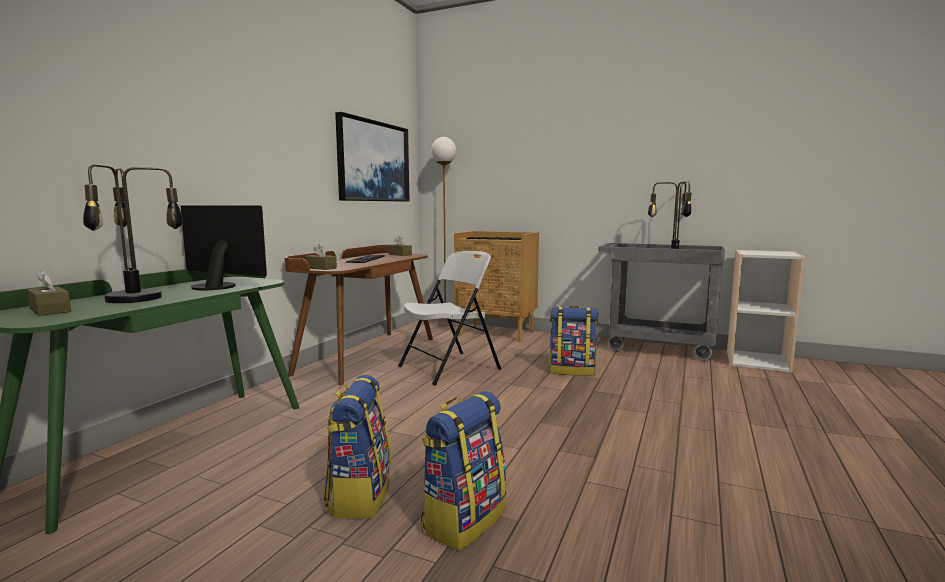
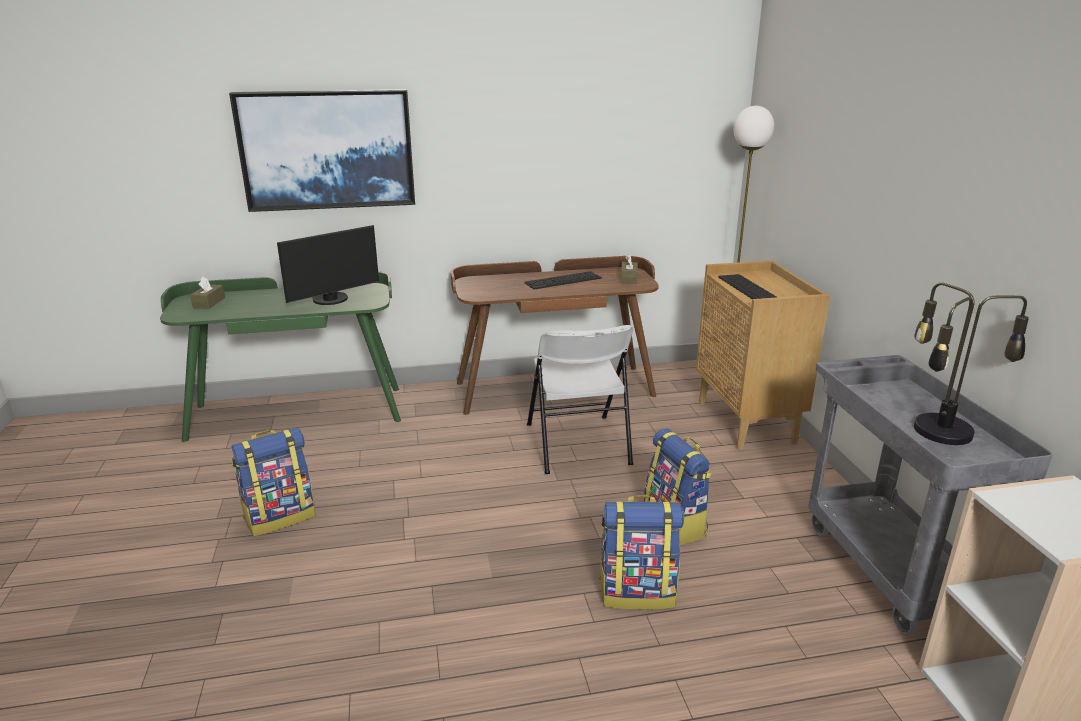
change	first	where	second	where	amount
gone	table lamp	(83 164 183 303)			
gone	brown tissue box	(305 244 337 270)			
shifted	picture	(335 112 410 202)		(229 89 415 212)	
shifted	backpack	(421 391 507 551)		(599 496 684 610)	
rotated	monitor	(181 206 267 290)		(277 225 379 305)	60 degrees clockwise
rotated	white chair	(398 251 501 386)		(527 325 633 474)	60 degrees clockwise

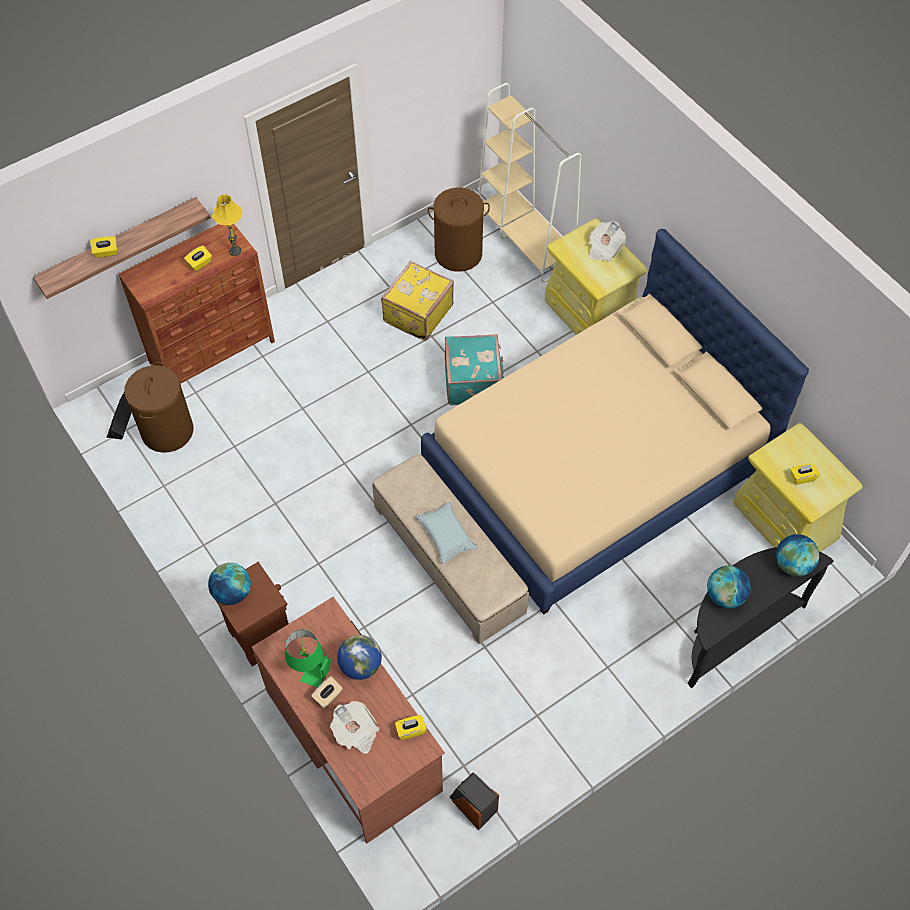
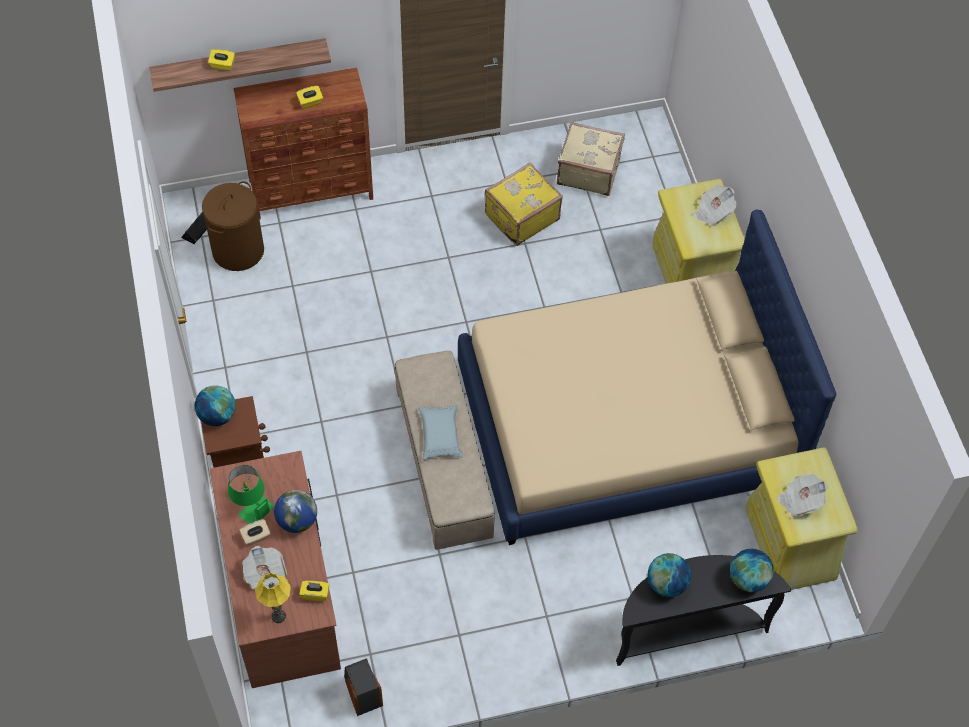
change	first	where	second	where	amount
gone	turquoise suitcase	(445 334 504 405)			
gone	beige clothes rack	(478 83 581 283)			
shifted	yellow table lamp	(212 194 242 256)		(255 572 291 623)	
swapped	brown laundry basket	(427 187 490 272)	beige suitcase	(557 122 625 196)	
swapped	yellow tissue box	(790 464 820 485)	newspaper	(777 474 828 517)	

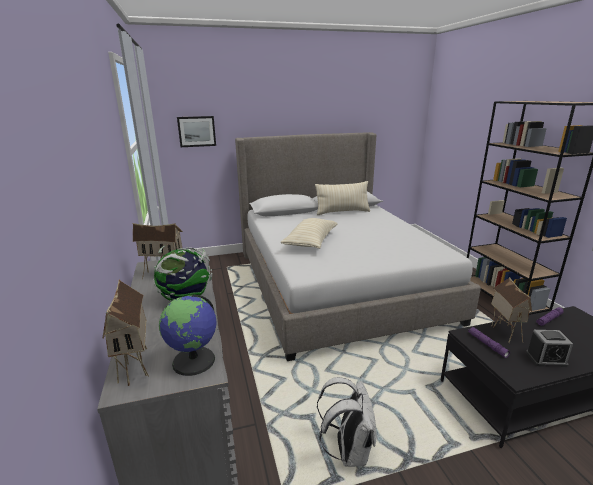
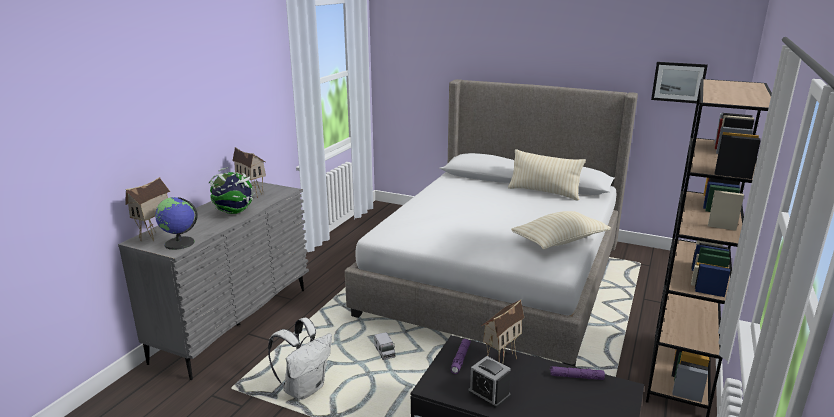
change	first	where	second	where	amount
new			toy truck	(375 332 396 360)	
shifted	picture	(177 116 216 147)		(651 62 708 103)	
shifted	beige pillow	(281 218 338 249)		(511 211 611 250)	

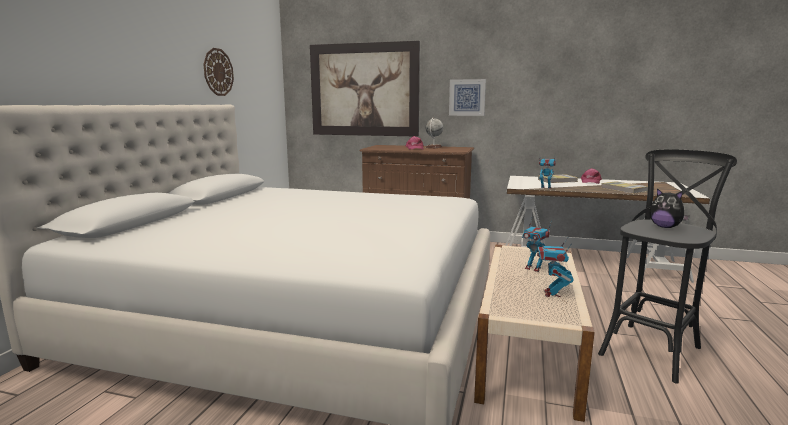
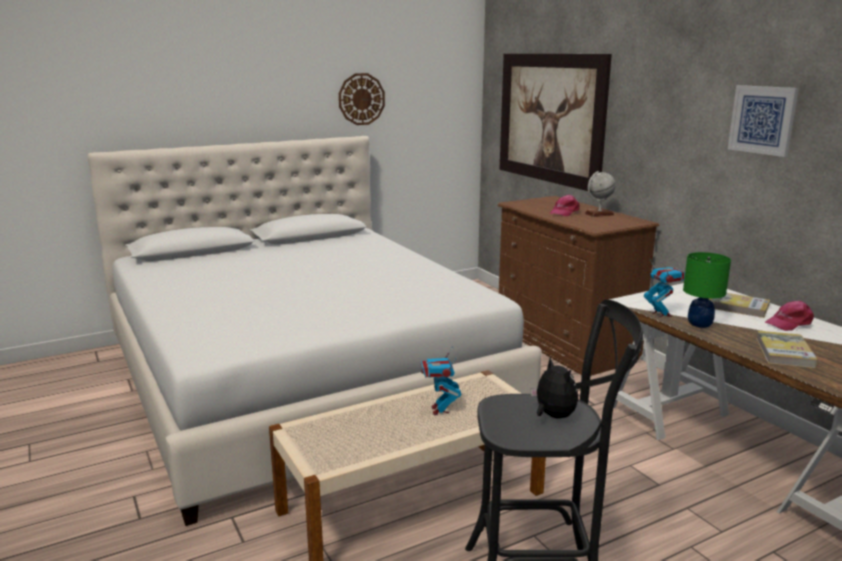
change	first	where	second	where	amount
gone	toy robot	(537 238 574 297)			
new			green table lamp	(683 252 731 328)	
shifted	picture	(449 79 486 116)		(728 85 799 157)	
rotated	plush toy	(650 188 690 228)		(530 357 578 419)	150 degrees clockwise

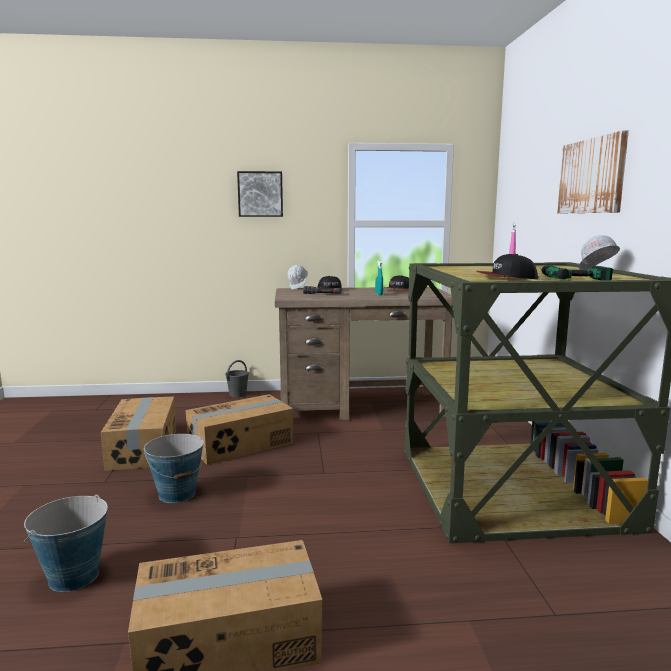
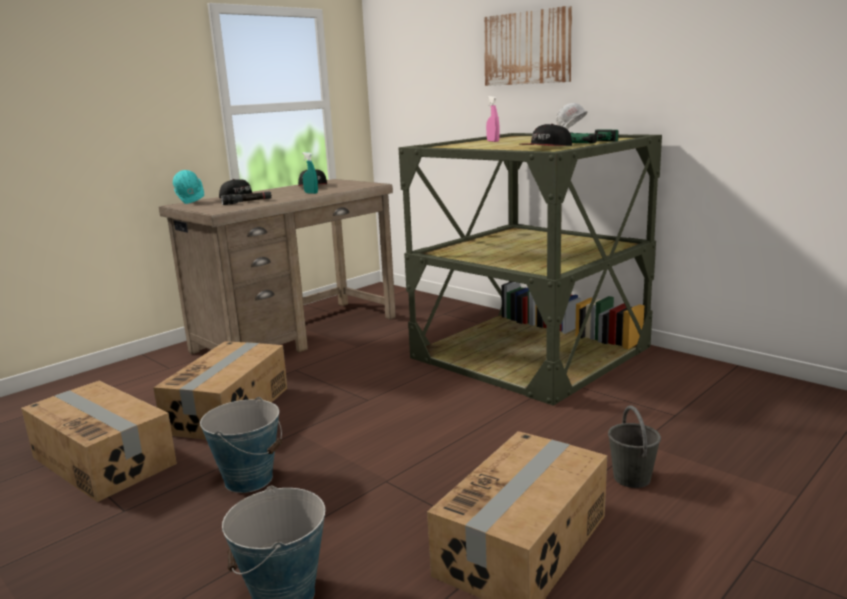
change	first	where	second	where	amount
gone	picture	(237 171 283 217)			
shifted	grey bucket	(225 360 249 397)		(608 405 661 488)	
repainted	white hard hat	(287 265 308 289)	turquoise hard hat	(173 170 204 204)	

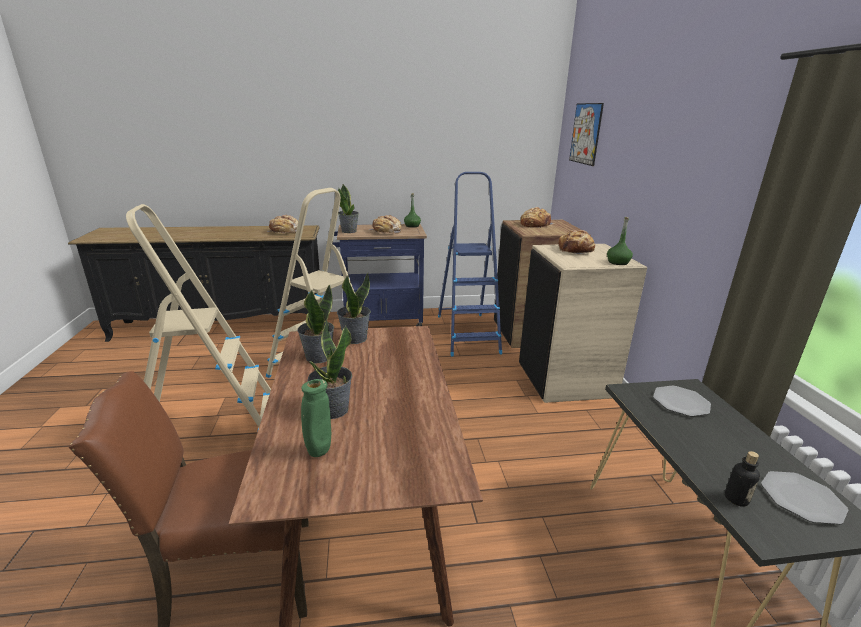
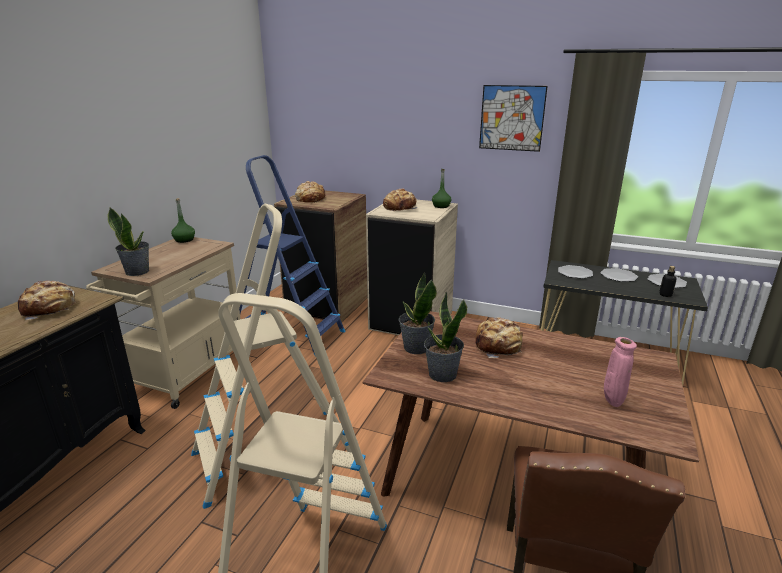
change	first	where	second	where	amount
gone	potted plant	(307 319 352 419)			
new			plate	(600 268 638 282)	
shifted	bread	(368 215 401 234)		(475 318 523 358)	
shifted	picture	(569 103 604 166)		(479 85 548 152)	
repainted	green vase	(301 379 331 457)	pink vase	(604 337 637 407)	
repainted	blue cart	(333 224 427 326)	beige cart	(86 237 241 409)	

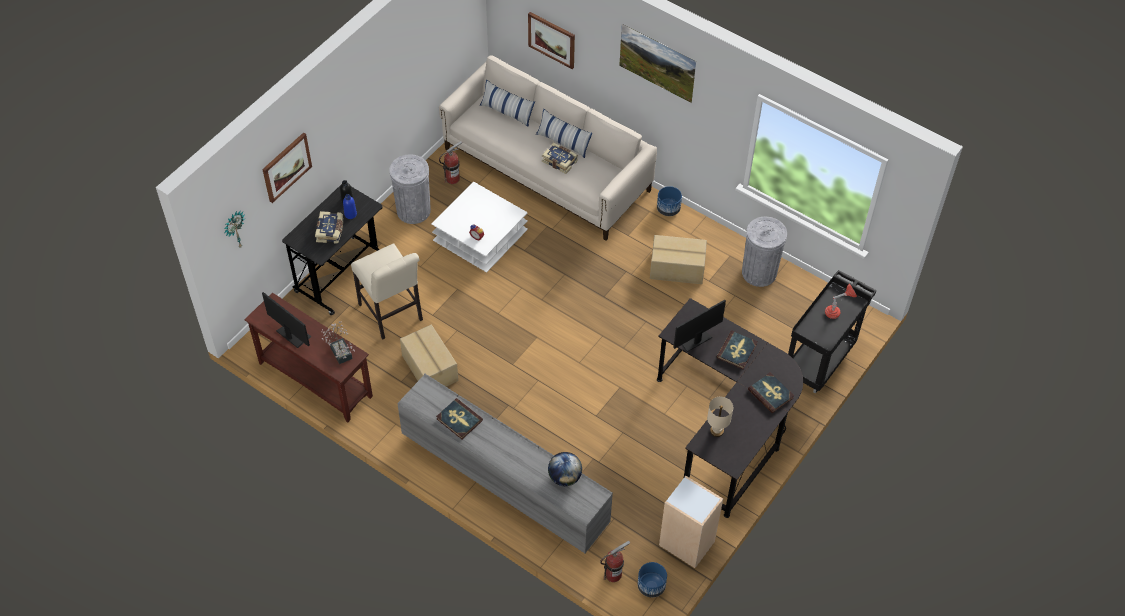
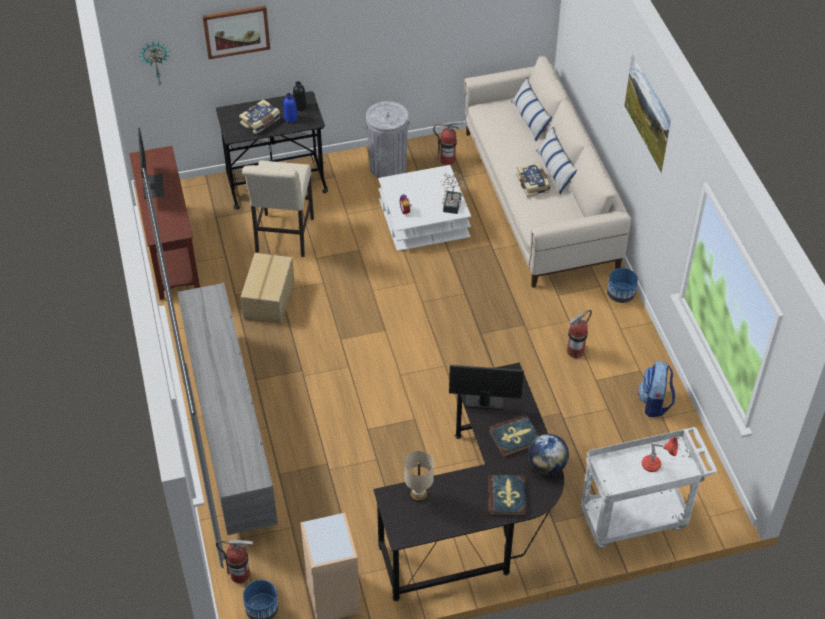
change	first	where	second	where	amount
gone	book	(436 398 483 439)			
gone	picture	(528 12 575 69)			
shifted	potted plant	(321 321 355 364)		(441 172 467 214)	
shifted	globe	(548 452 582 486)		(528 434 569 475)	
swapped	cardboard box	(650 235 707 284)	fire extinguisher	(567 310 592 358)	
swapped	grey trash can	(742 217 787 287)	backpack	(638 361 675 417)	
repainted	black cart	(788 270 876 393)	white cart	(581 427 717 548)	

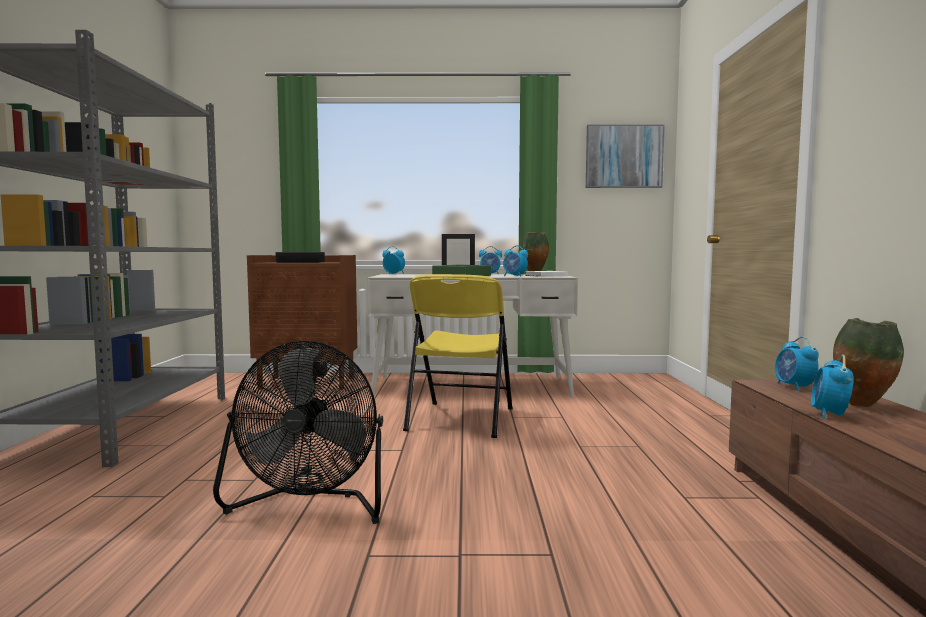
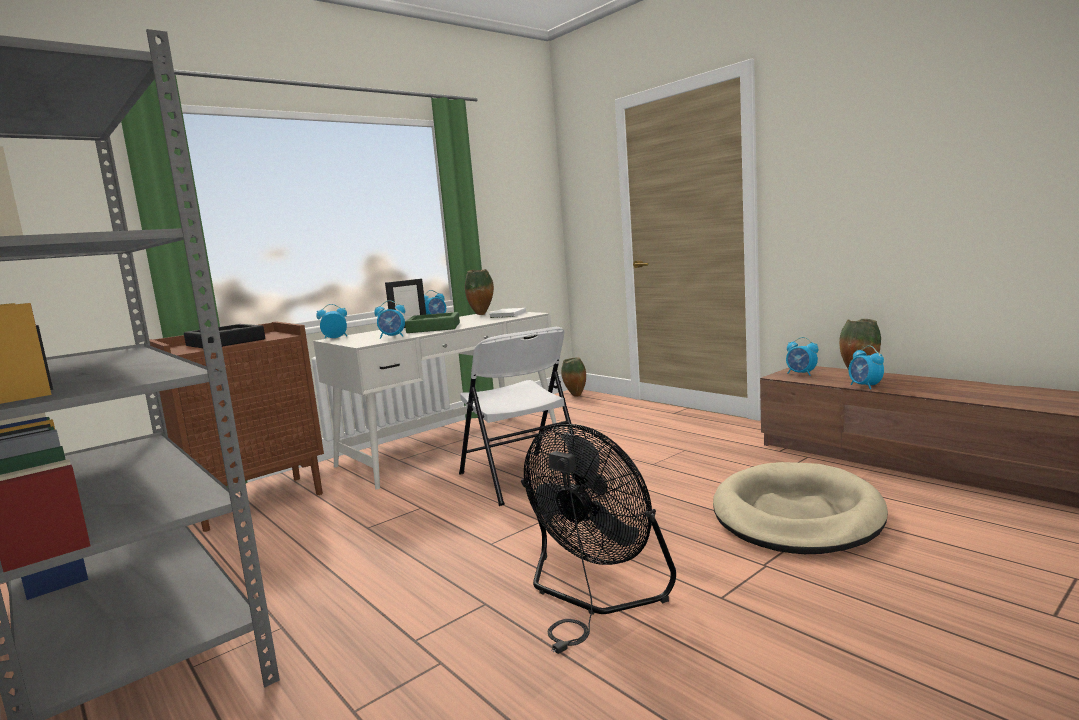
change	first	where	second	where	amount
gone	picture	(586 124 665 188)			
new			vase	(561 358 586 397)	
new			beige dog bed	(713 462 888 554)	
shifted	alarm clock	(503 245 528 277)		(374 300 405 339)	
repainted	yellow chair	(403 274 513 438)	white chair	(459 327 574 506)	
rotated	black fan	(213 341 383 524)		(521 424 676 654)	105 degrees counterclockwise

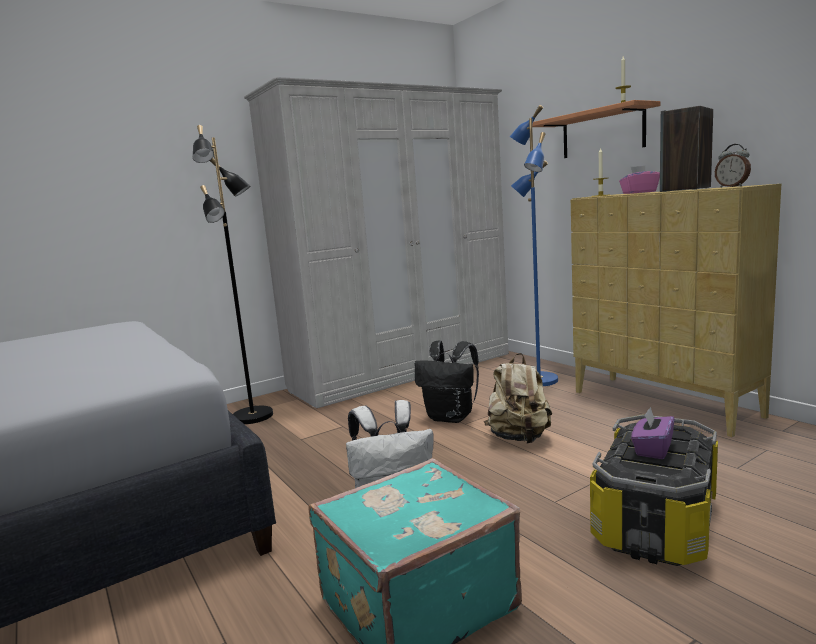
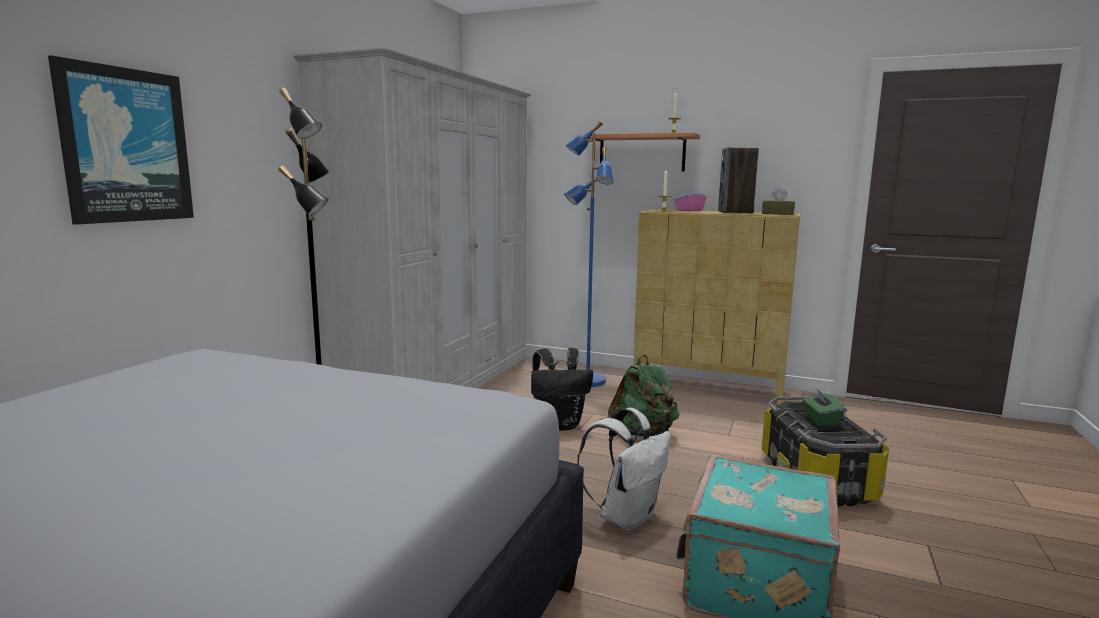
change	first	where	second	where	amount
new			picture	(48 55 194 225)	
swapped	alarm clock	(715 144 751 188)	brown tissue box	(762 188 795 215)	
repainted	beige backpack	(484 353 552 444)	green backpack	(608 355 679 437)	
repainted	purple tissue box	(631 407 675 459)	green tissue box	(802 389 845 427)	

